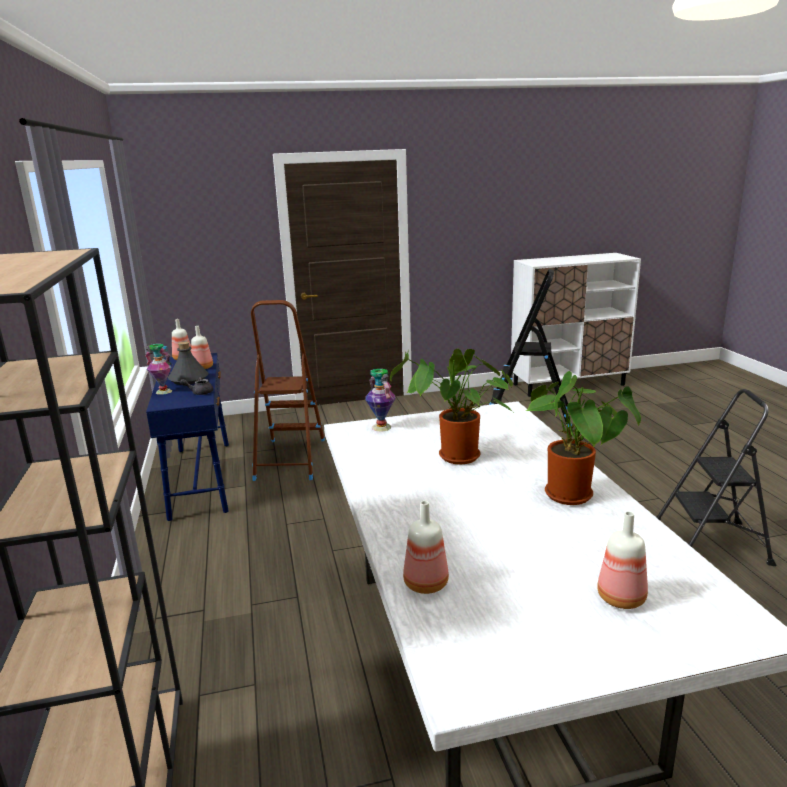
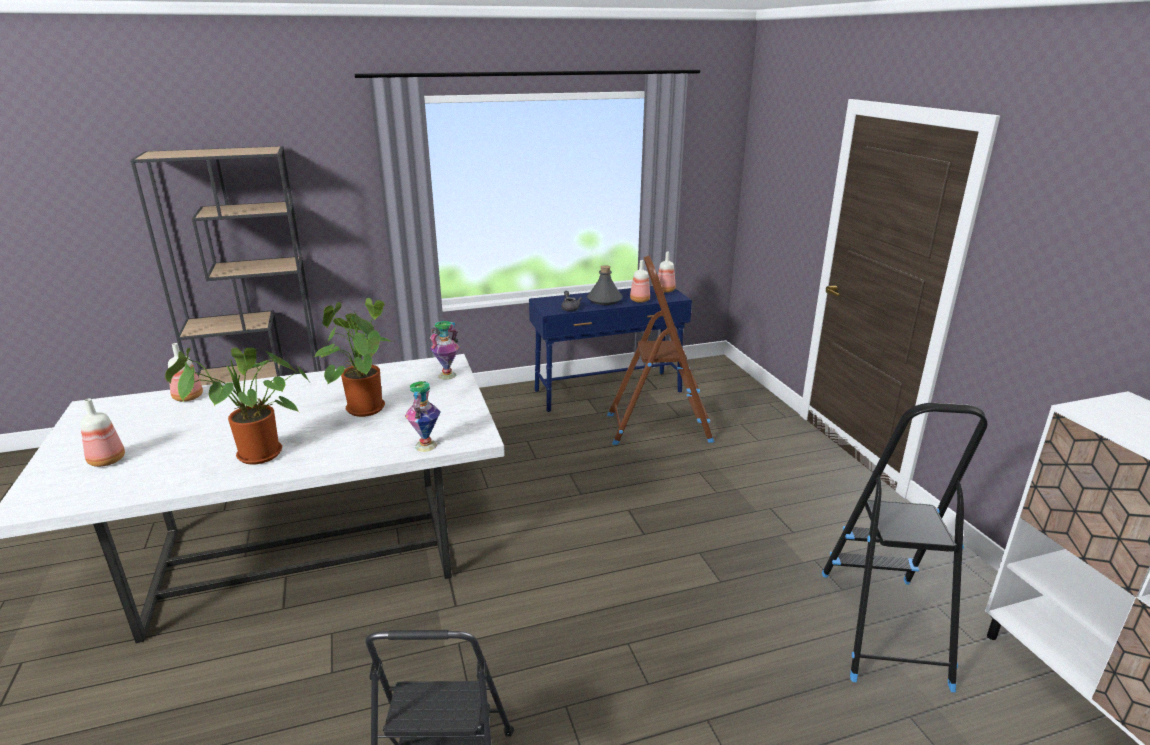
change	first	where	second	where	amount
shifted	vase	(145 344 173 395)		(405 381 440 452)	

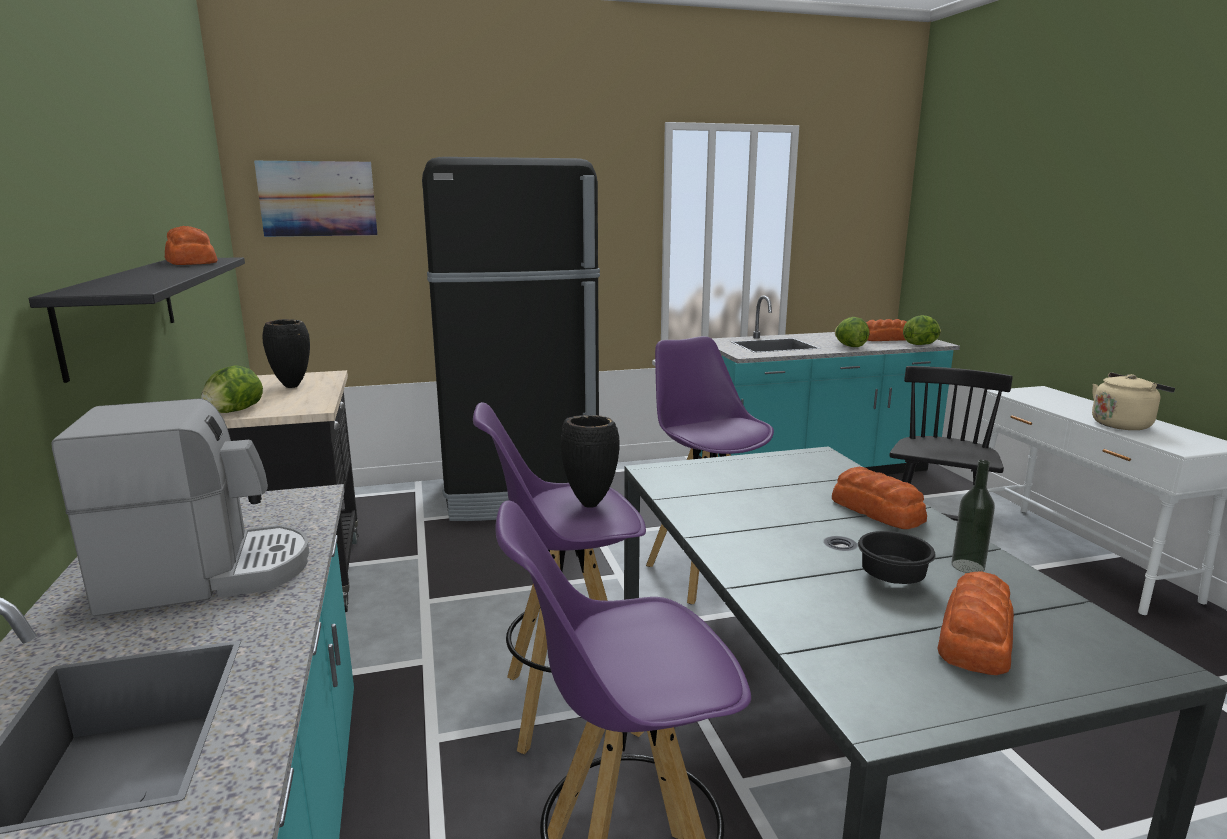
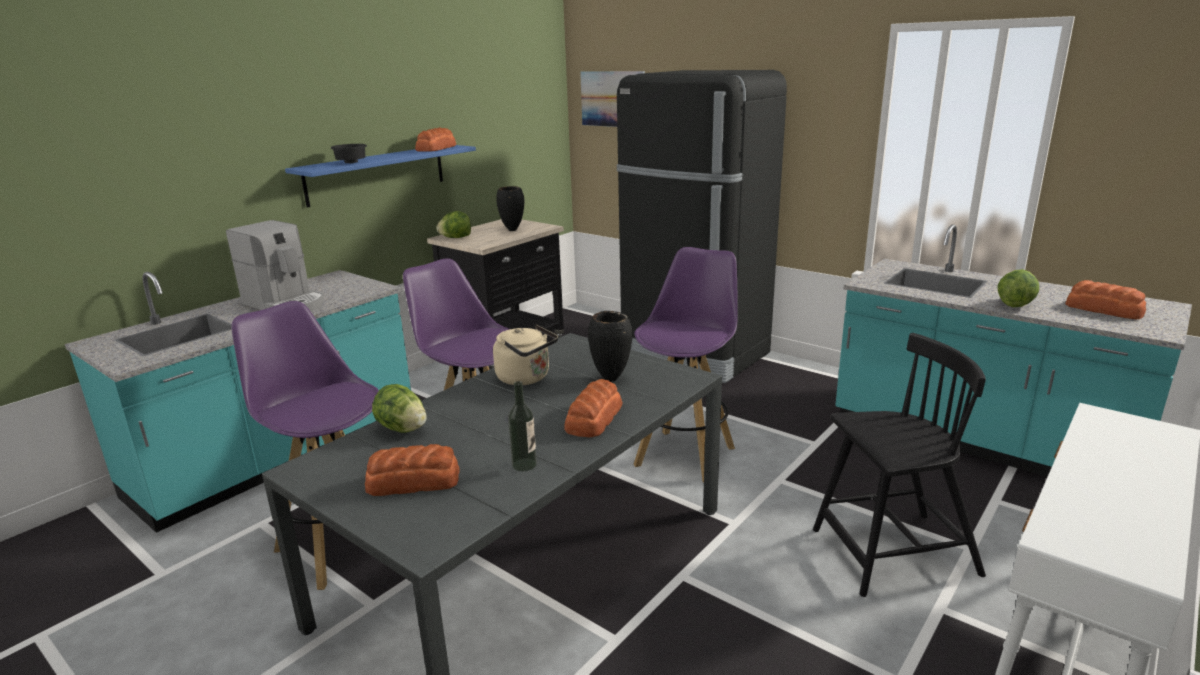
change	first	where	second	where	amount
shifted	black vase	(561 415 619 507)		(588 311 633 382)	
shifted	black bowl	(858 531 936 584)		(331 144 367 163)	
shifted	lettuce	(903 315 941 345)		(372 384 427 433)	
shifted	beige kettle	(1092 372 1175 430)		(493 325 558 385)	
repainted	black shelf	(29 257 245 383)	blue shelf	(285 145 476 208)	

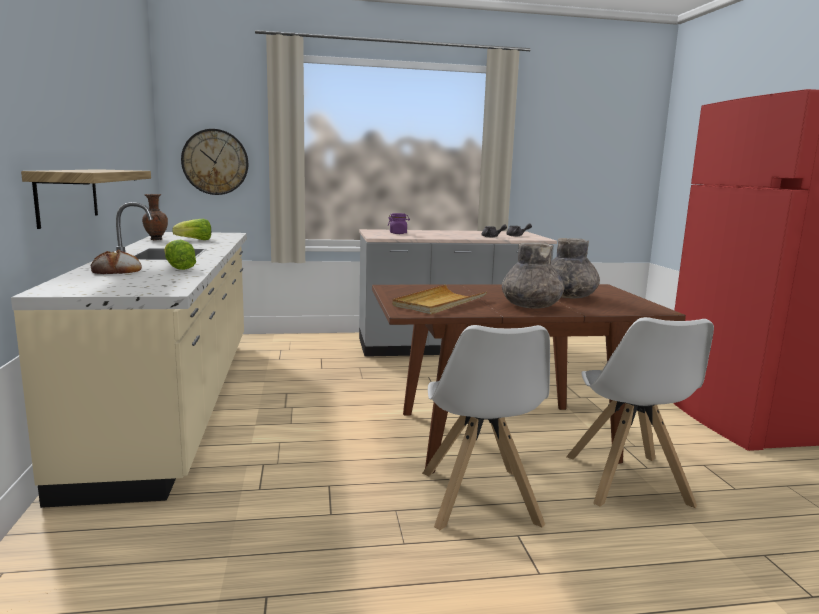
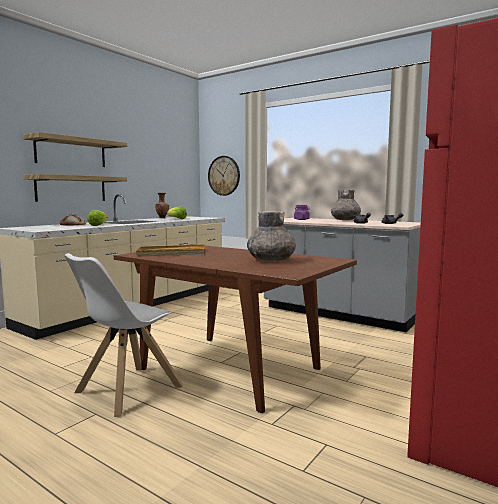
change	first	where	second	where	amount
gone	chair	(566 317 714 508)			
new			shelf	(23 132 127 167)	
shifted	grey vase	(502 243 565 309)		(331 190 361 220)	

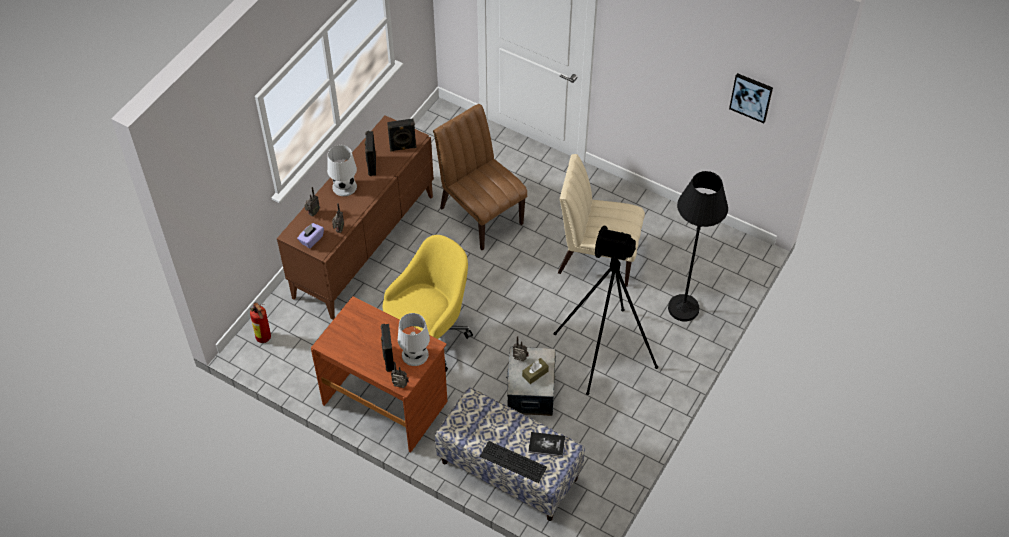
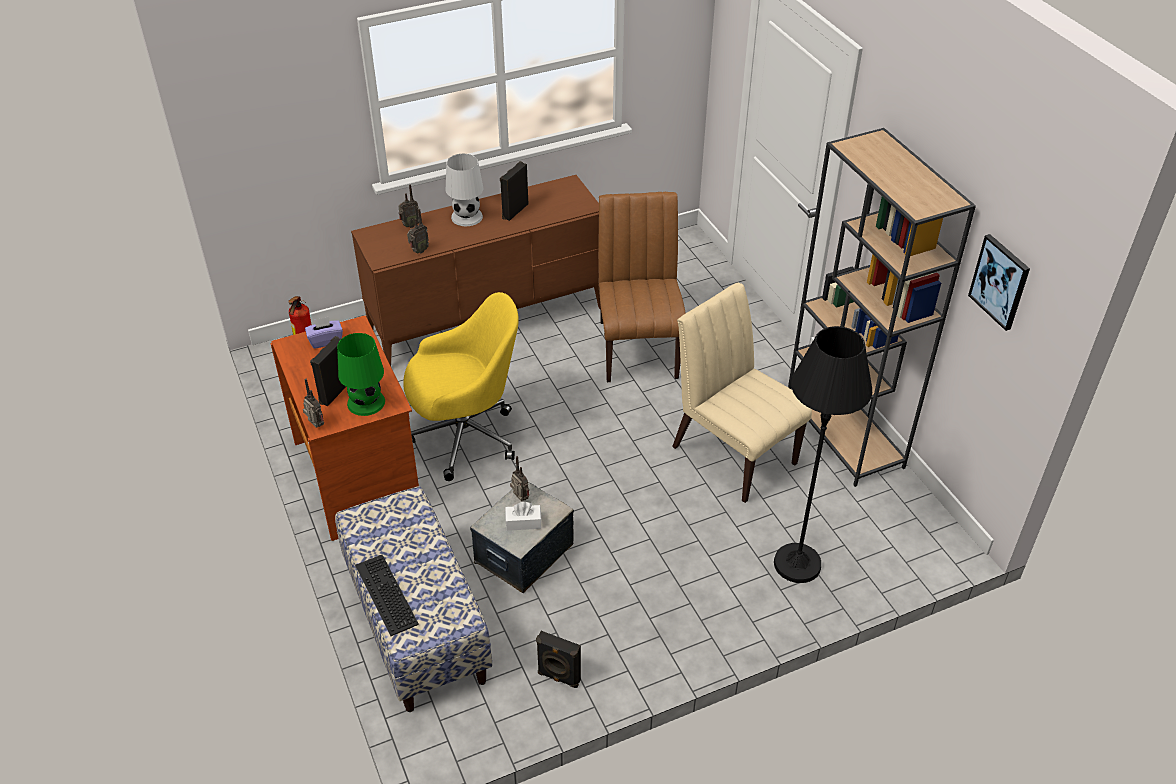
change	first	where	second	where	amount
gone	book	(528 432 565 457)			
gone	black floor lamp	(554 226 658 395)			
new			bookcase	(788 128 976 487)	
shifted	purple tissue box	(297 223 324 249)		(305 317 343 349)	
shifted	black speaker	(387 118 417 152)		(536 631 581 688)	
repainted	white table lamp	(398 313 430 366)	green table lamp	(337 333 385 416)	
repainted	brown tissue box	(522 358 549 384)	white tissue box	(505 502 542 531)	

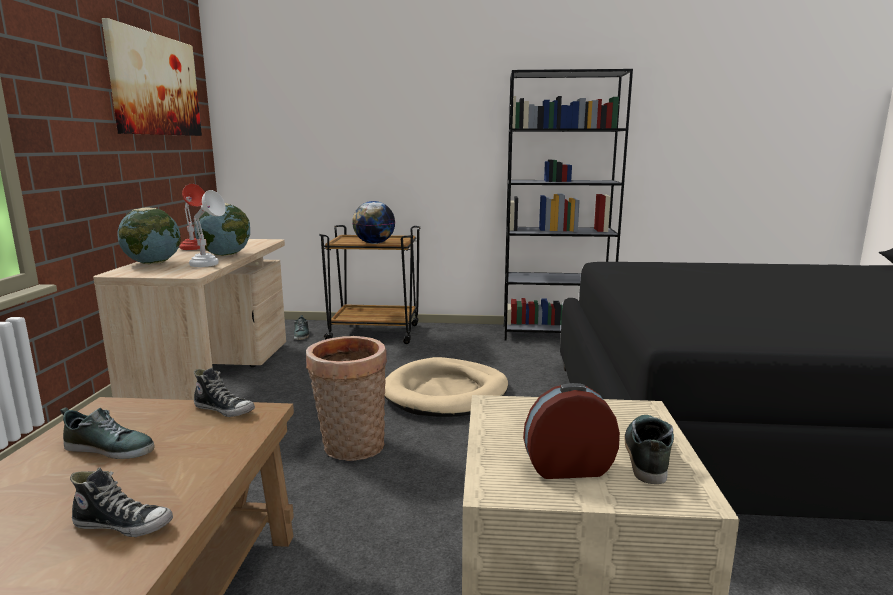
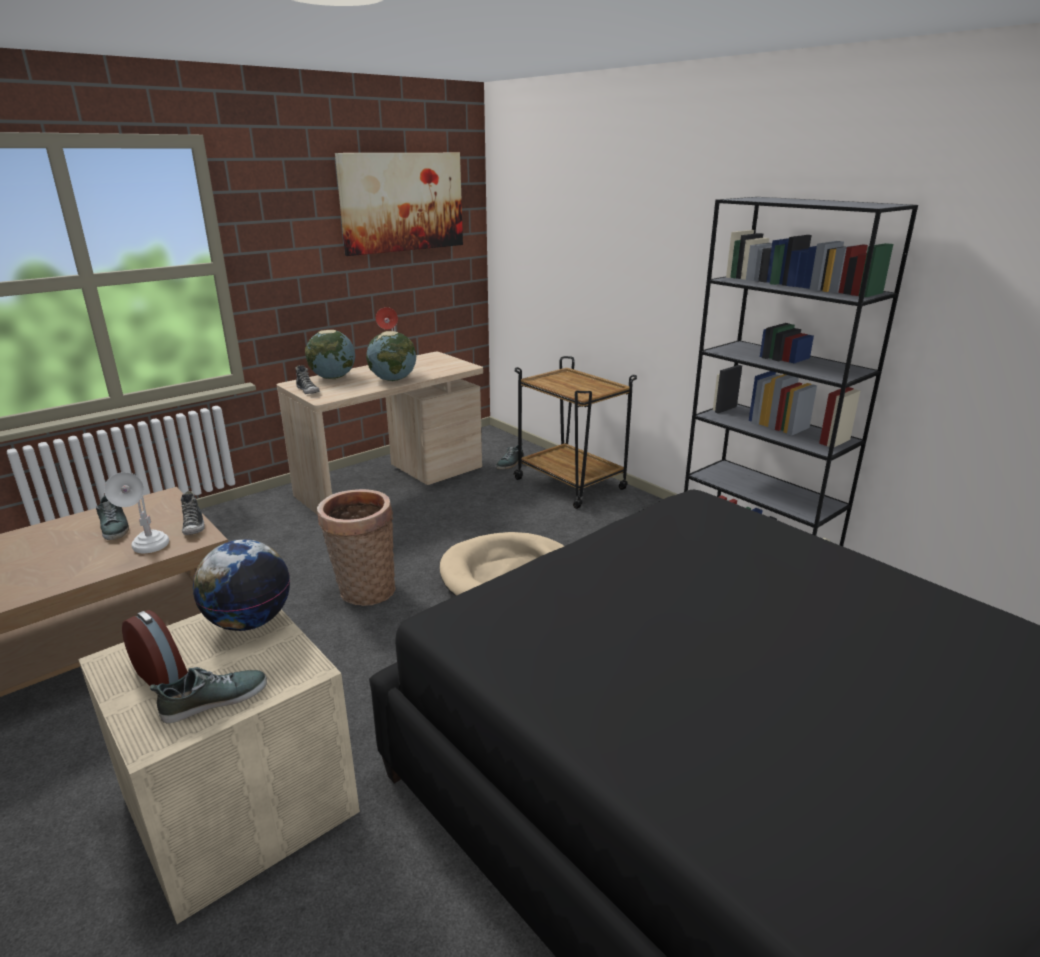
change	first	where	second	where	amount
shifted	shoe	(70 468 173 537)		(296 365 320 394)	
shifted	white table lamp	(189 190 226 267)		(104 472 169 553)	
shifted	globe	(352 201 395 244)		(193 539 290 631)	

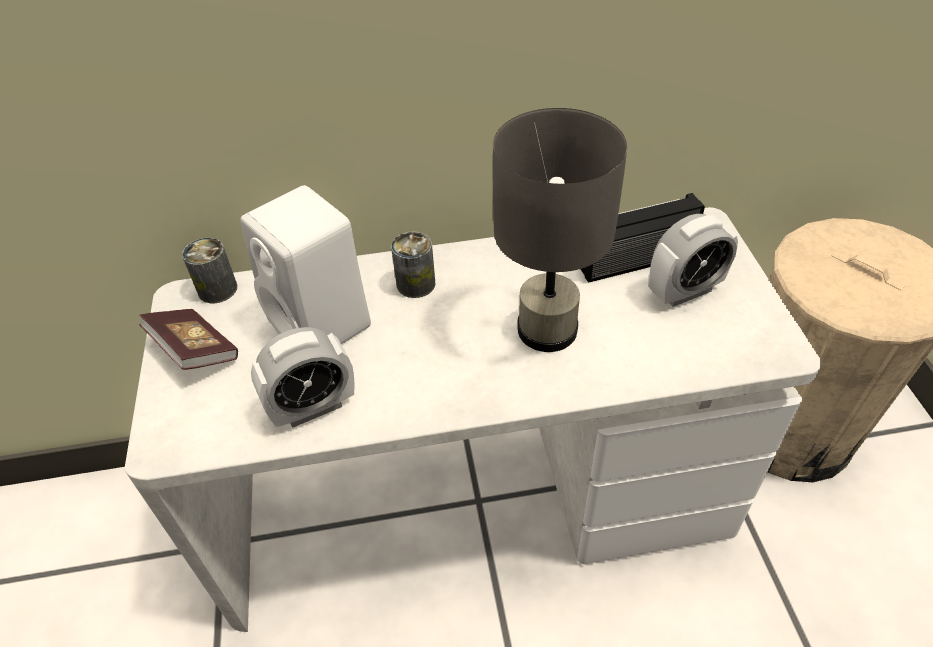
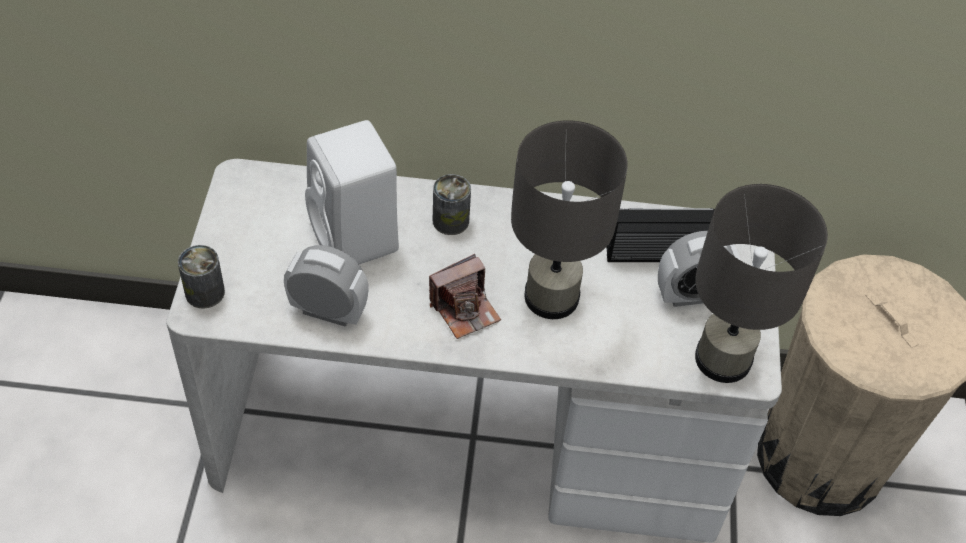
change	first	where	second	where	amount
gone	book	(139 309 238 370)			
new			photo camera	(429 254 501 339)	
new			grey table lamp	(695 184 828 383)	
shifted	can	(182 238 237 303)		(178 245 225 309)	
rotated	alarm clock	(251 327 355 428)		(284 245 368 327)	150 degrees counterclockwise

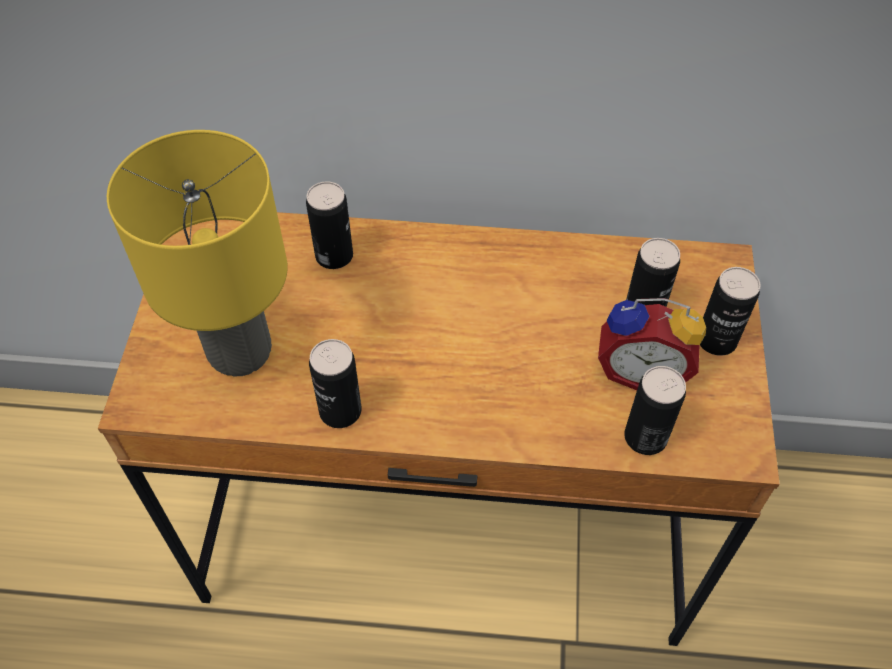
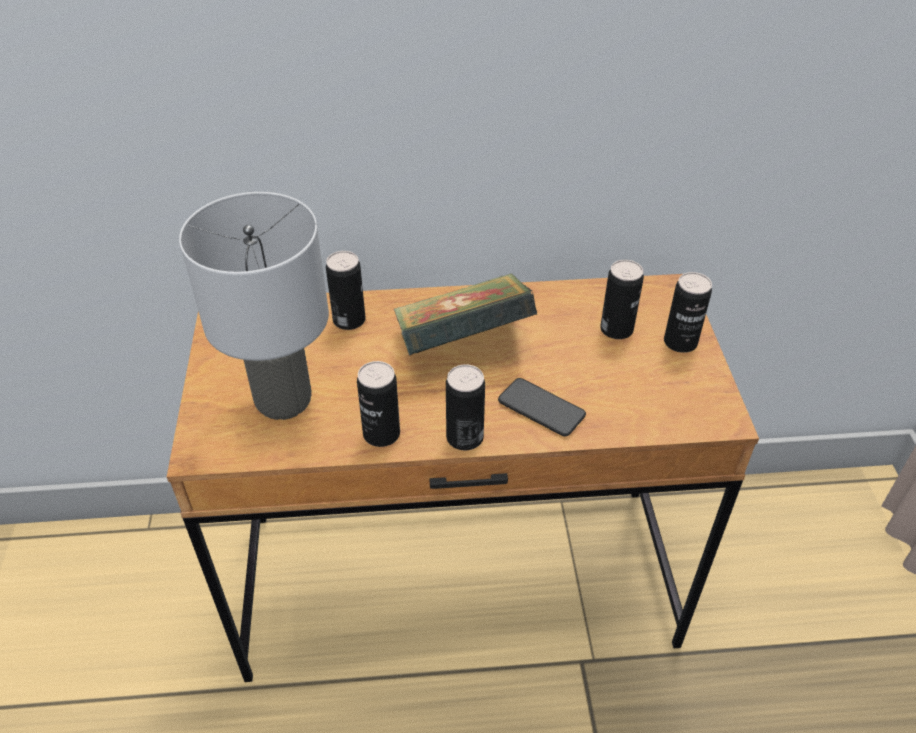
change	first	where	second	where	amount
gone	alarm clock	(598 298 706 390)			
new			book	(394 273 537 356)	
new			phone	(498 378 586 437)	
shifted	can	(624 366 686 455)		(446 364 485 450)	
repainted	yellow table lamp	(107 130 288 377)	white table lamp	(179 192 329 420)	

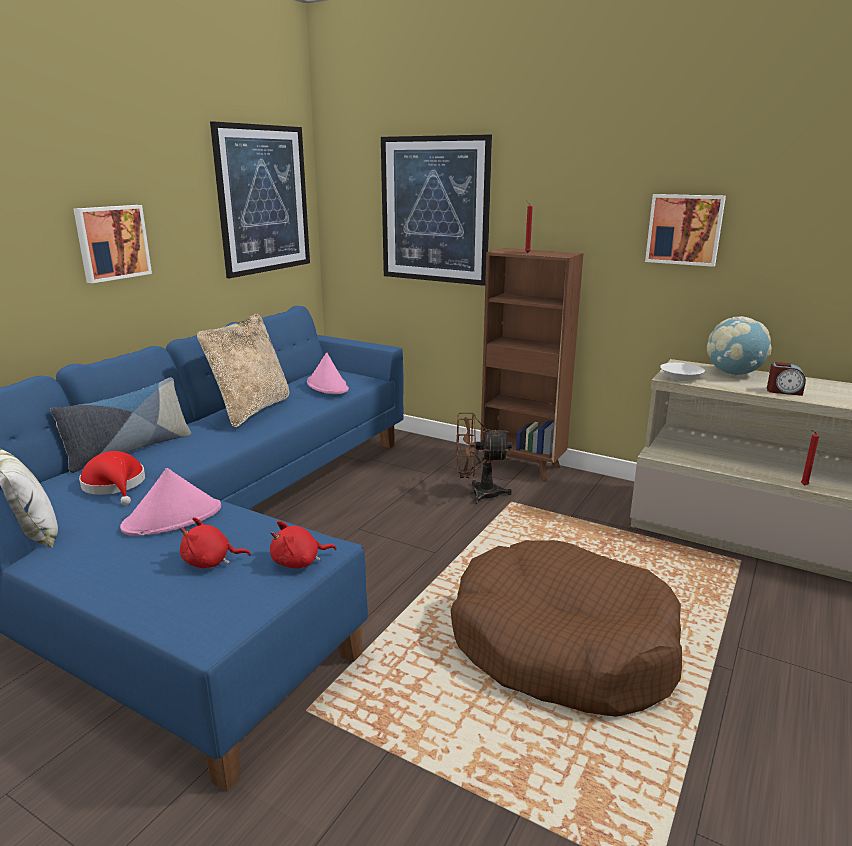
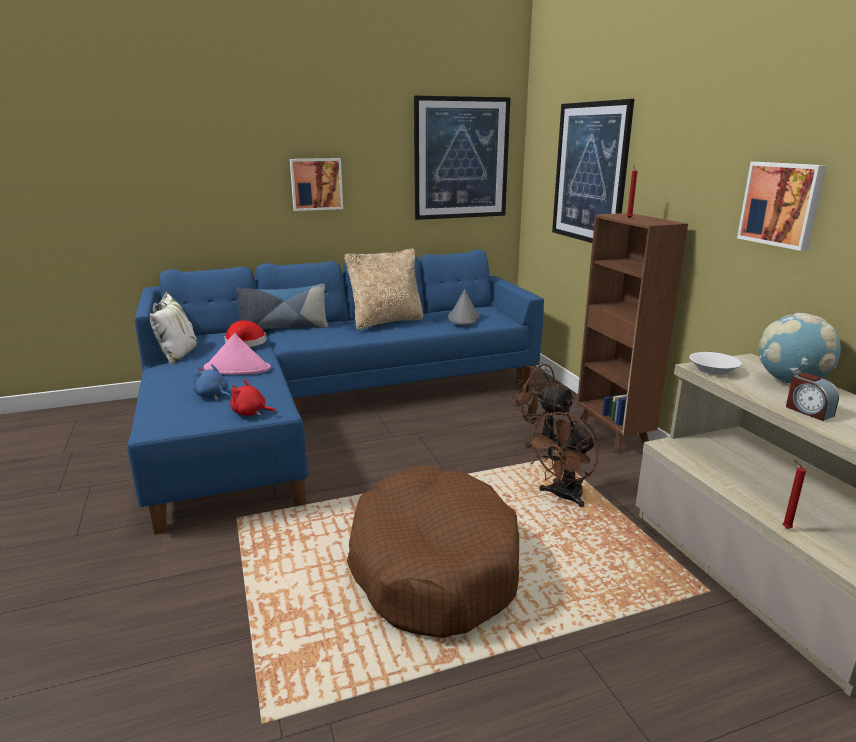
change	first	where	second	where	amount
new			brown fan	(525 412 598 507)	
repainted	red plush toy	(179 517 251 568)	blue plush toy	(193 364 231 400)	
repainted	pink hat	(307 353 349 394)	grey hat	(448 289 479 325)	

